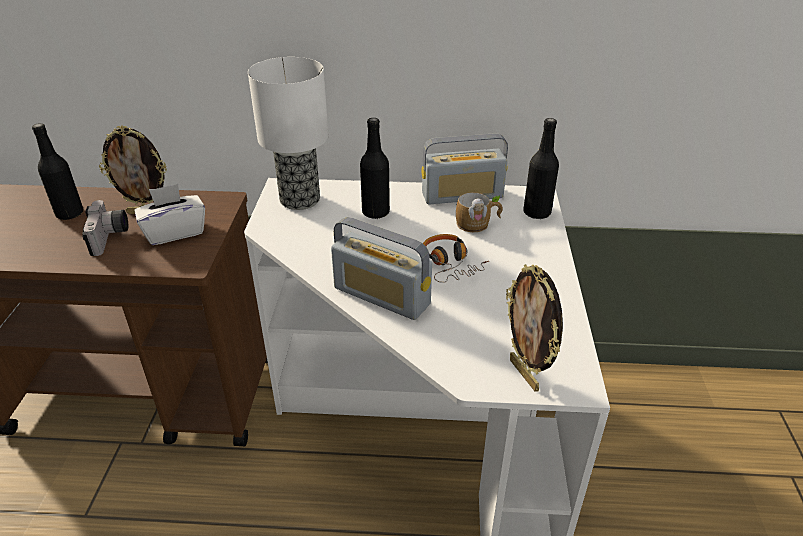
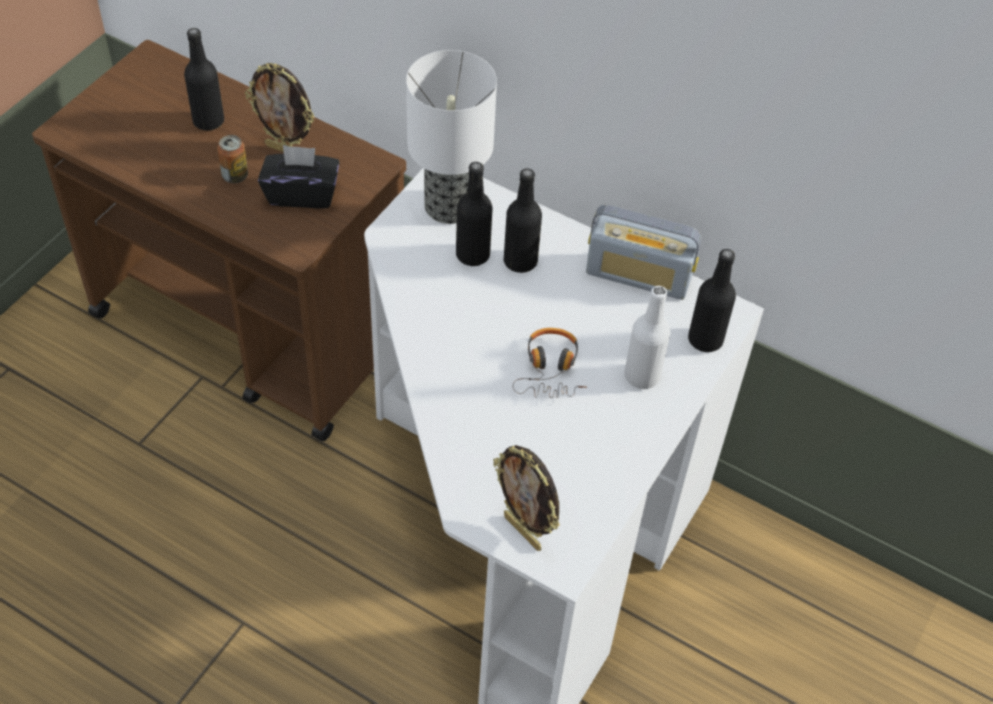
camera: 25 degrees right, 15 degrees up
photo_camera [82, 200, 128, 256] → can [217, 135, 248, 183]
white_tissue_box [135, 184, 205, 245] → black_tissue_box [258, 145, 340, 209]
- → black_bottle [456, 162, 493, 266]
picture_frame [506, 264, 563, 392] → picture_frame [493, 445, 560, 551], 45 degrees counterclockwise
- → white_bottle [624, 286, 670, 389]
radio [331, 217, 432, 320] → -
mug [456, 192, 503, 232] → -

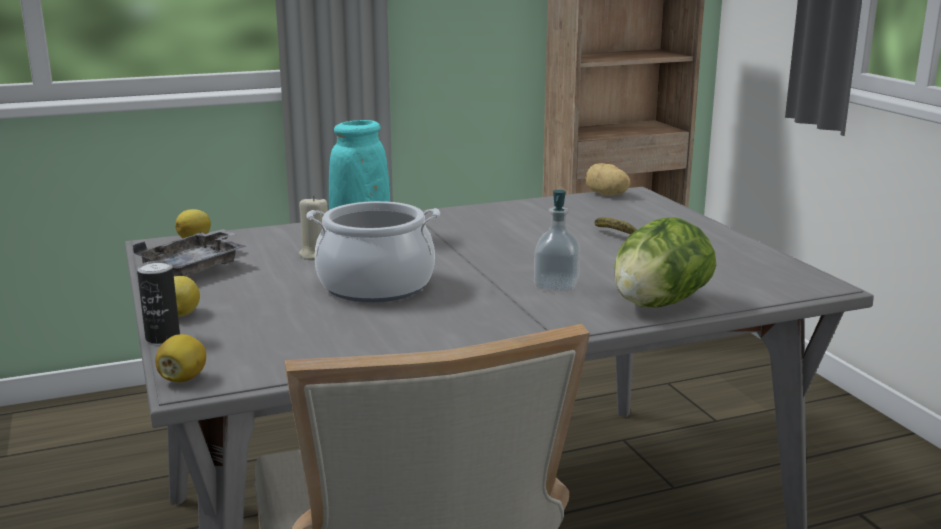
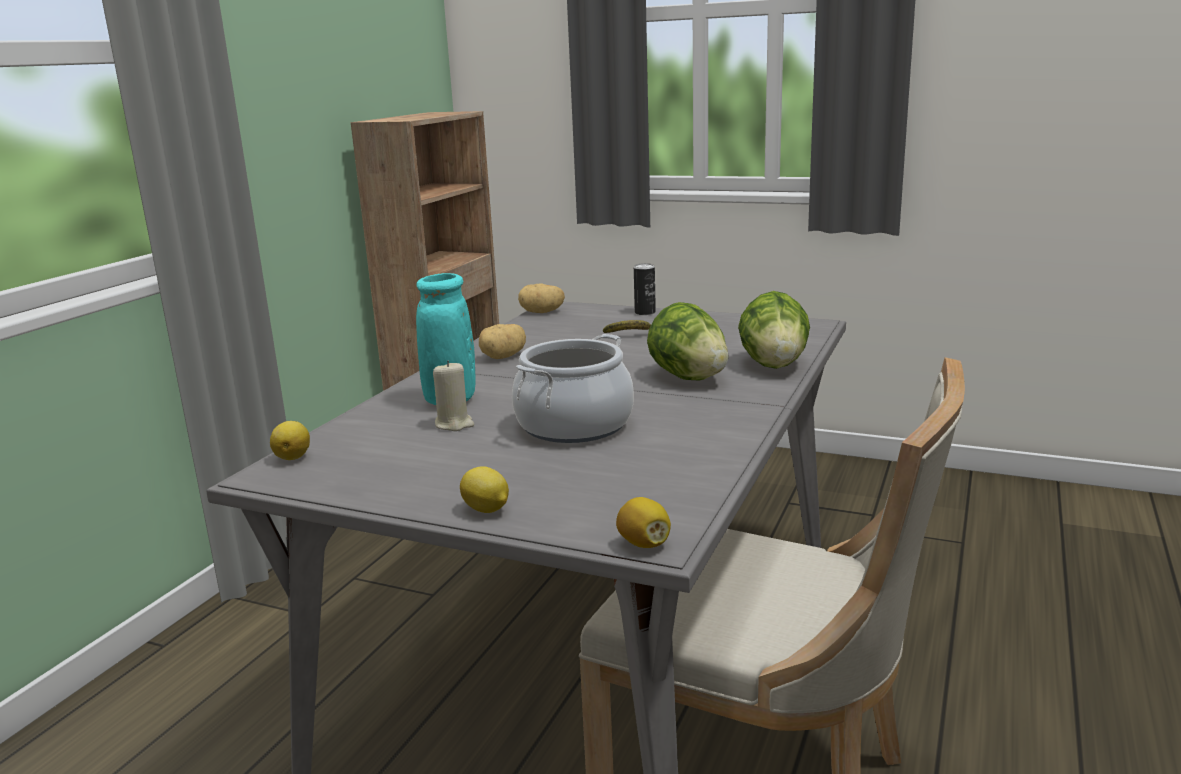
camera: 45 degrees left, 0 degrees up
- → potato [479, 324, 526, 359]
can [137, 261, 180, 344] → can [634, 263, 656, 315], move
soap_dispenser [534, 190, 580, 292] → lettuce [647, 302, 728, 380]
grey_tray [133, 229, 246, 276] → -

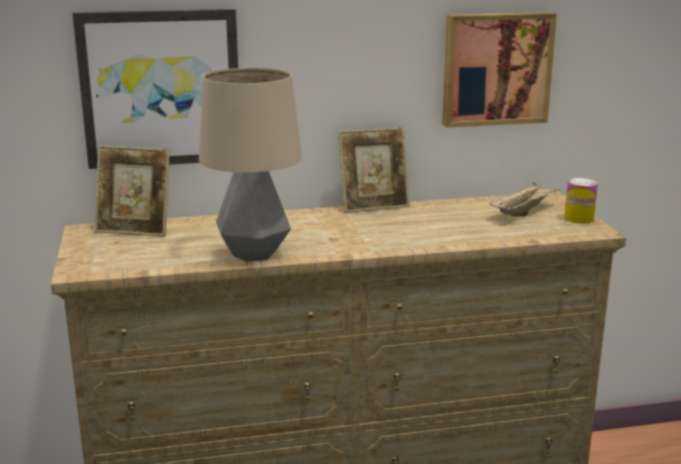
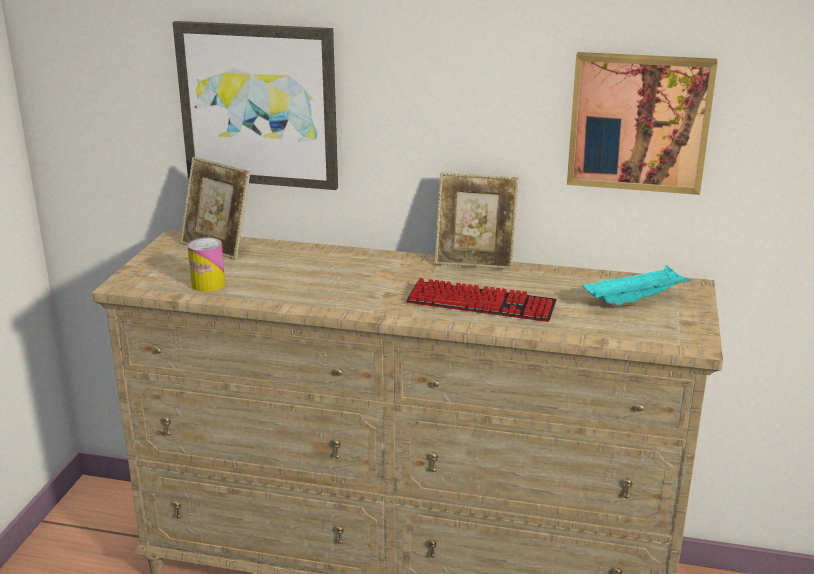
camera: 25 degrees right, 5 degrees up
can [564, 178, 598, 224] → can [187, 237, 225, 292], move
- → keyboard [406, 278, 557, 322]
beige_tray [490, 182, 560, 217] → turquoise_tray [583, 265, 692, 306]
table_lamp [199, 68, 302, 262] → -

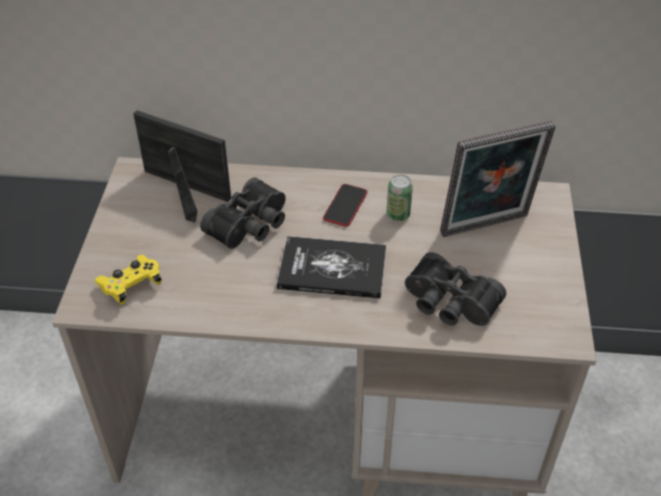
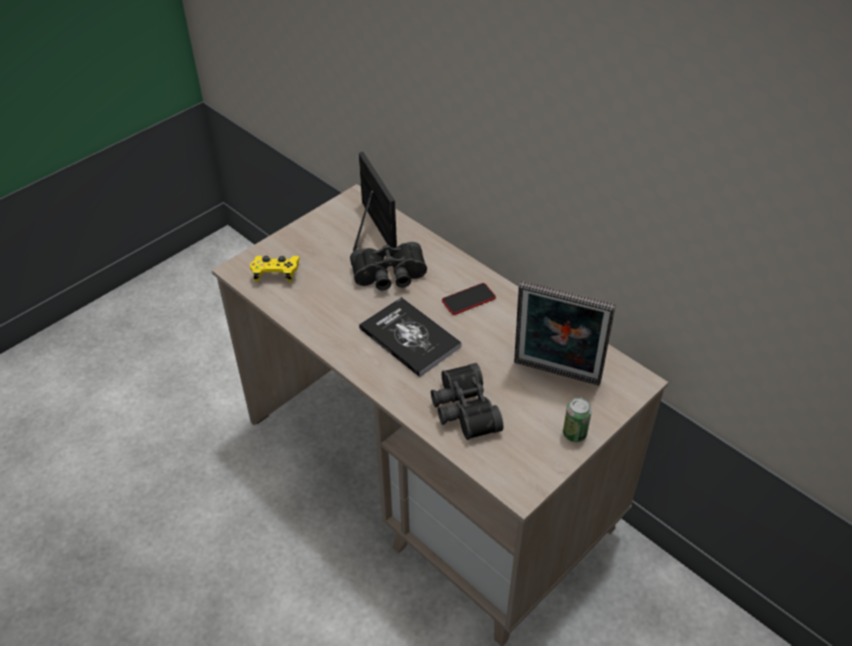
camera: 40 degrees right, 0 degrees up
can [387, 175, 413, 221] → can [563, 397, 592, 442], move

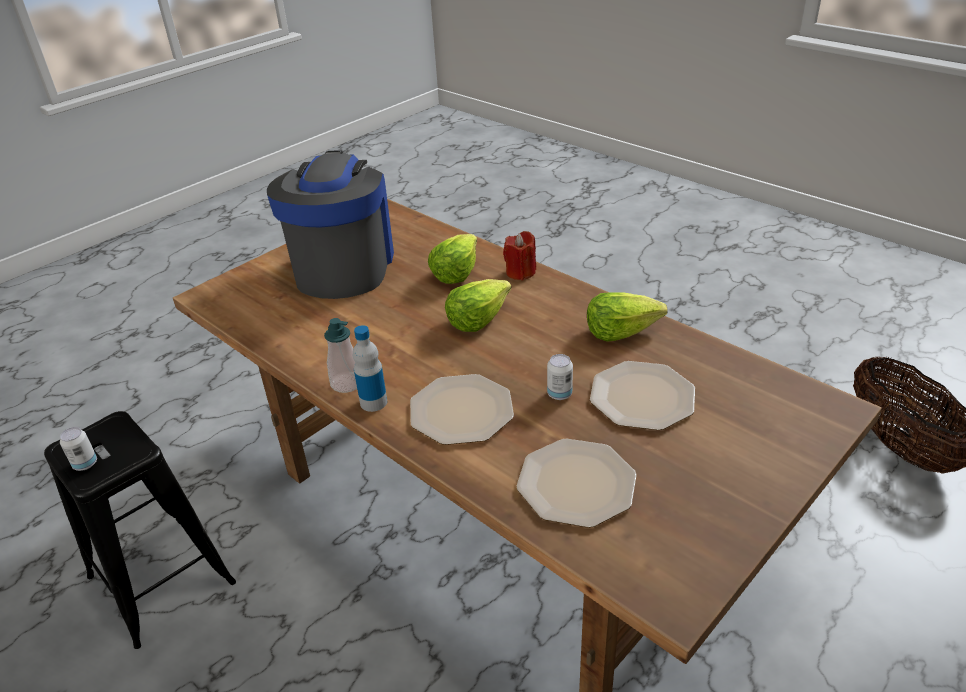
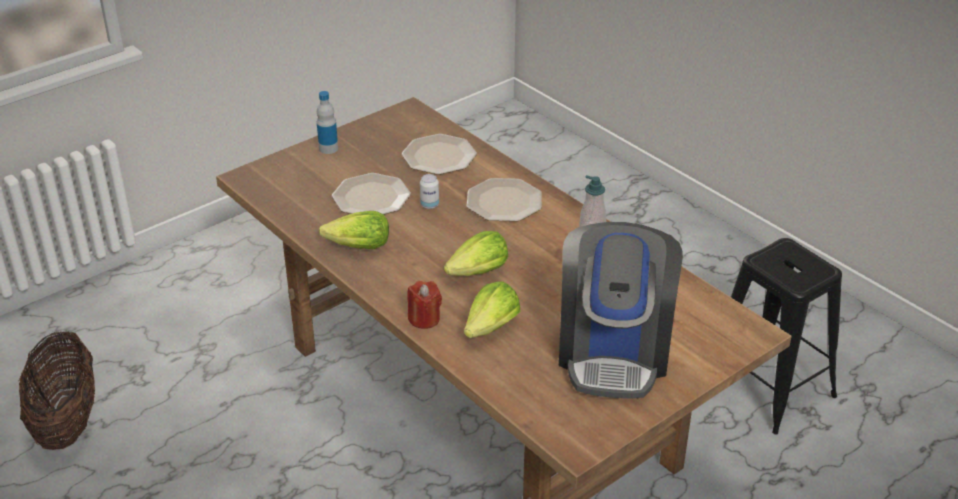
camera: 175 degrees left, 0 degrees up
bottle [353, 325, 387, 412] → bottle [317, 91, 338, 154], move
can [60, 427, 97, 471] → -

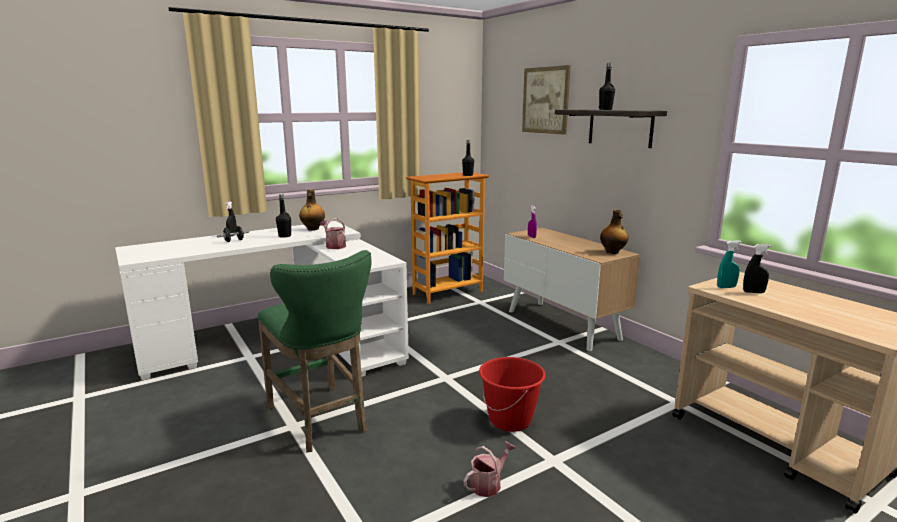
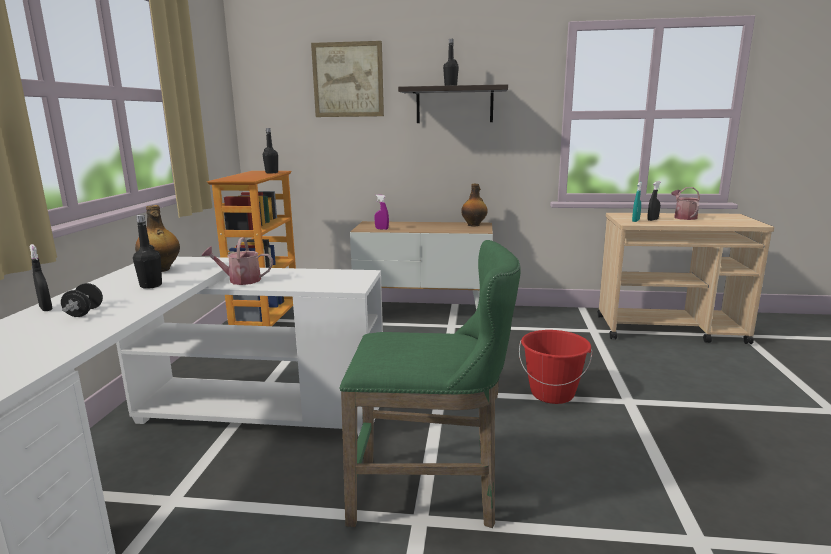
camera: 50 degrees left, 0 degrees up
watering_can [464, 441, 516, 497] → watering_can [671, 187, 700, 220], move

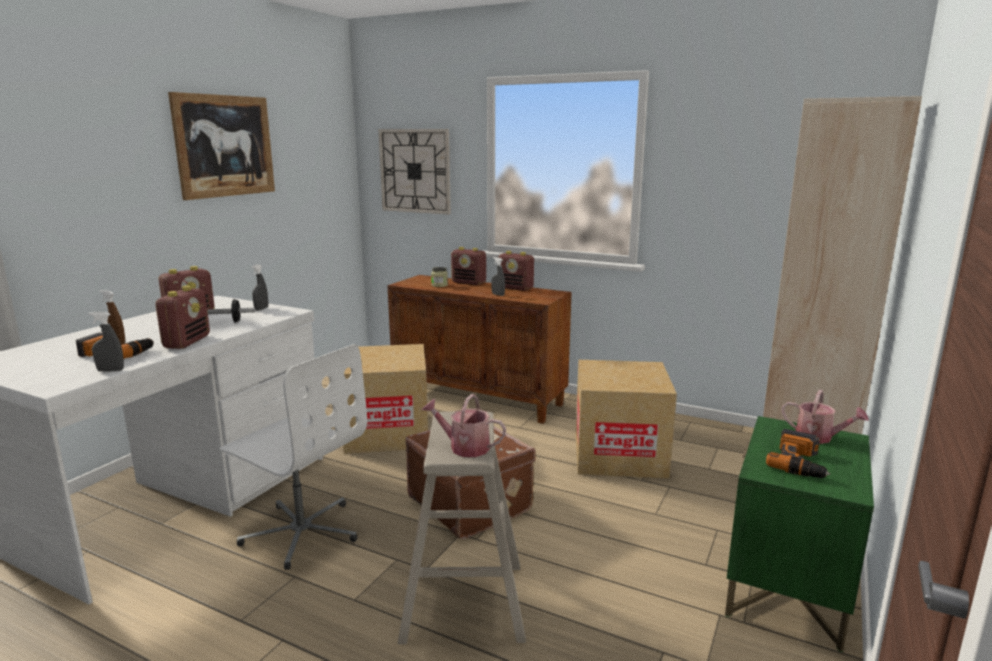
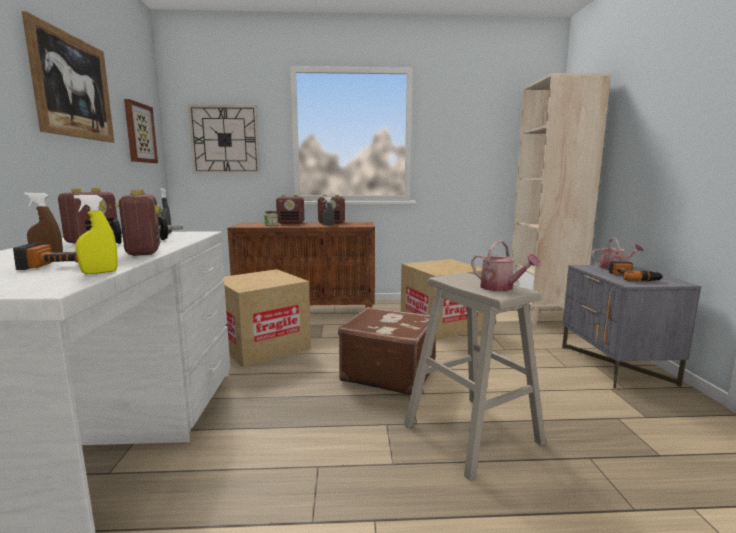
camera: 30 degrees left, 5 degrees down
grey_spray_bottle [89, 312, 124, 372] → yellow_spray_bottle [74, 195, 118, 274]
- → picture [124, 99, 158, 163]
watering_can [422, 394, 506, 457] → watering_can [471, 240, 541, 291], 120 degrees counterclockwise
green_nightstand [725, 416, 874, 652] → grey_nightstand [562, 265, 701, 389]
white_office_chair [220, 344, 367, 570] → -

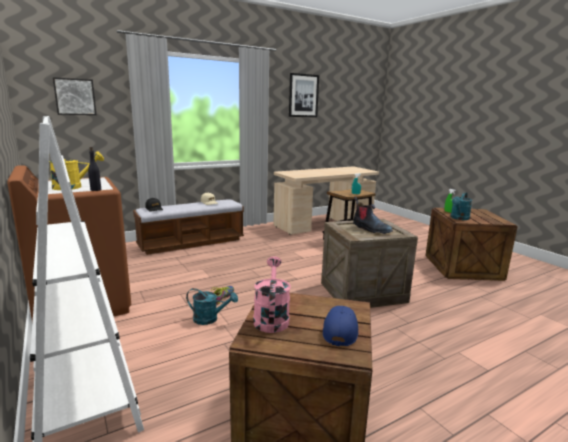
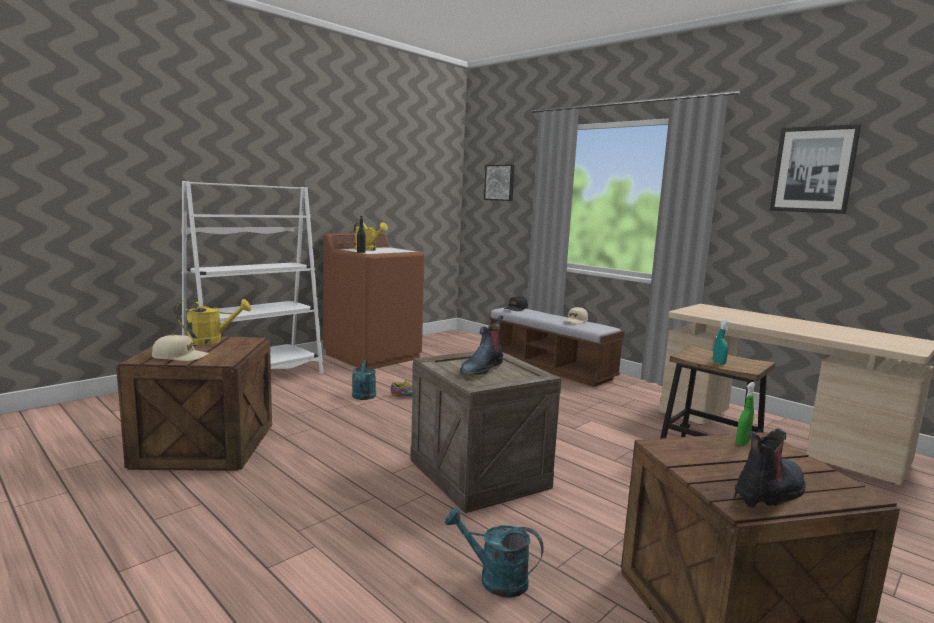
camera: 75 degrees right, 5 degrees down
blue_cap [323, 306, 358, 346] → beige_cap [152, 335, 209, 361]
pink_watering_can [253, 256, 291, 333] → yellow_watering_can [176, 299, 251, 345]
turquoise_watering_can [450, 192, 472, 220] → turquoise_watering_can [445, 508, 544, 598], move
- → boot [734, 428, 806, 508]

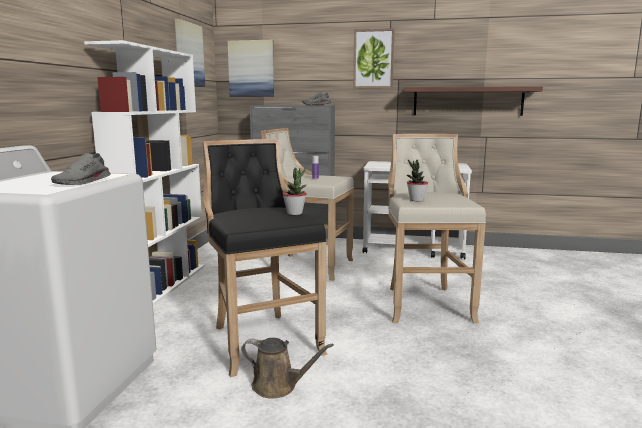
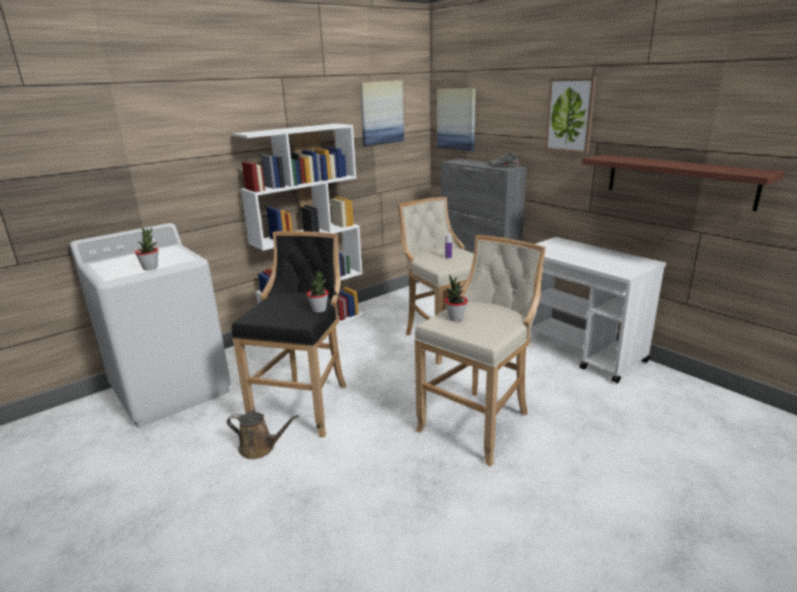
camera: 40 degrees right, 10 degrees up
grey_shoe [51, 153, 111, 185] → potted_plant [135, 228, 158, 270]
brown_watering_can [241, 338, 334, 398] → brown_watering_can [227, 411, 299, 459], 45 degrees counterclockwise

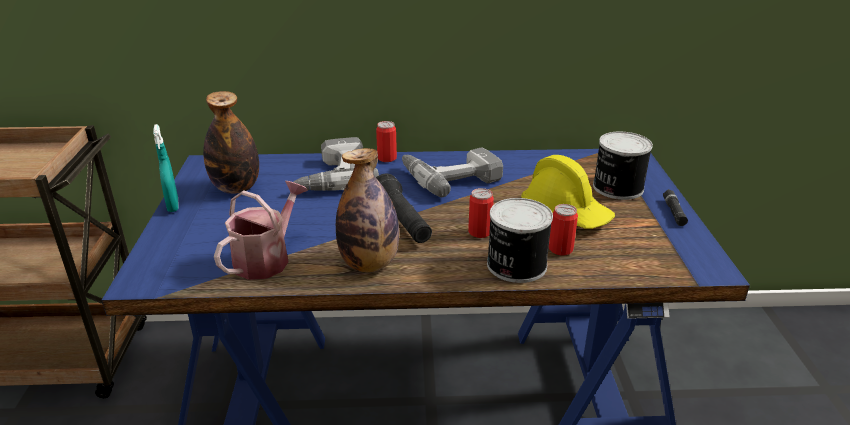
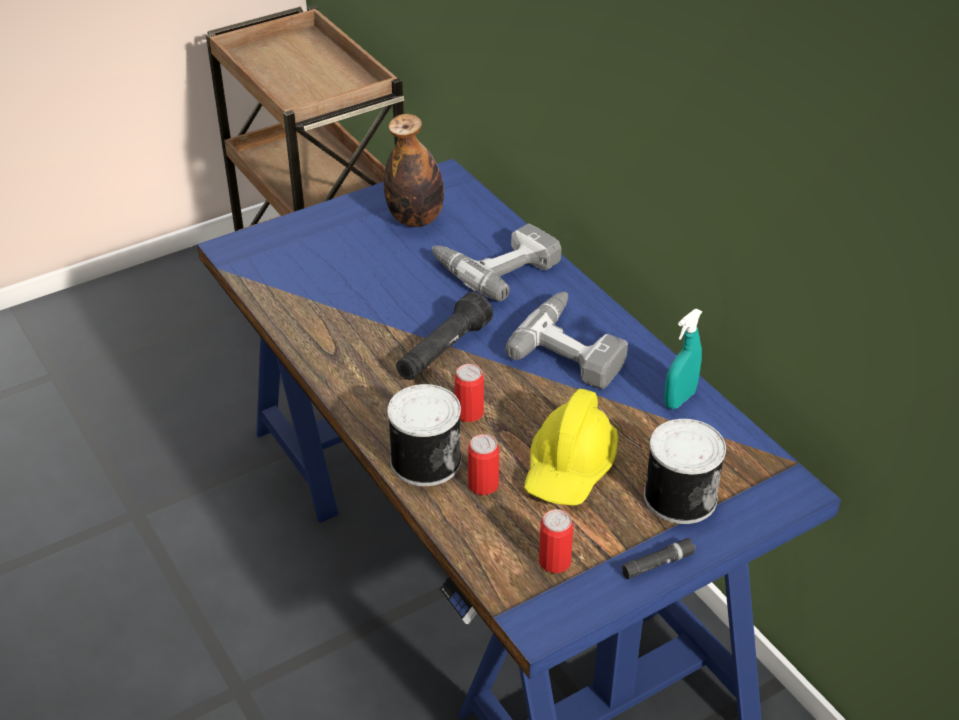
camera: 60 degrees right, 10 degrees up
can [376, 121, 397, 162] → can [539, 509, 573, 573], move
turquoise_spray_bottle [153, 124, 179, 212] → turquoise_spray_bottle [664, 309, 703, 409], move
watering_can [214, 181, 308, 280] → -
bottle [336, 148, 399, 272] → -

